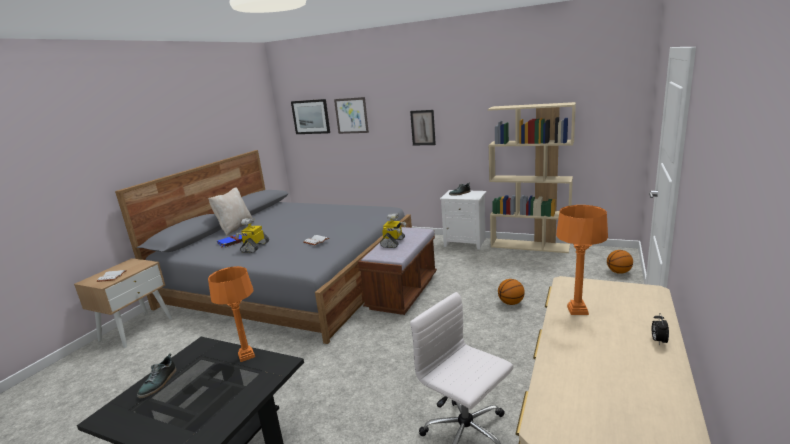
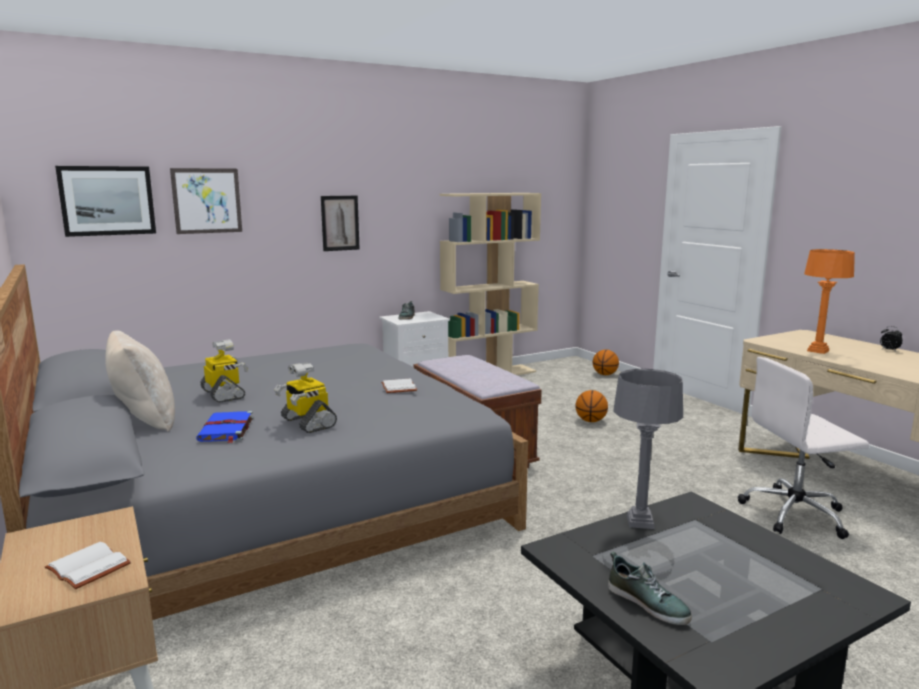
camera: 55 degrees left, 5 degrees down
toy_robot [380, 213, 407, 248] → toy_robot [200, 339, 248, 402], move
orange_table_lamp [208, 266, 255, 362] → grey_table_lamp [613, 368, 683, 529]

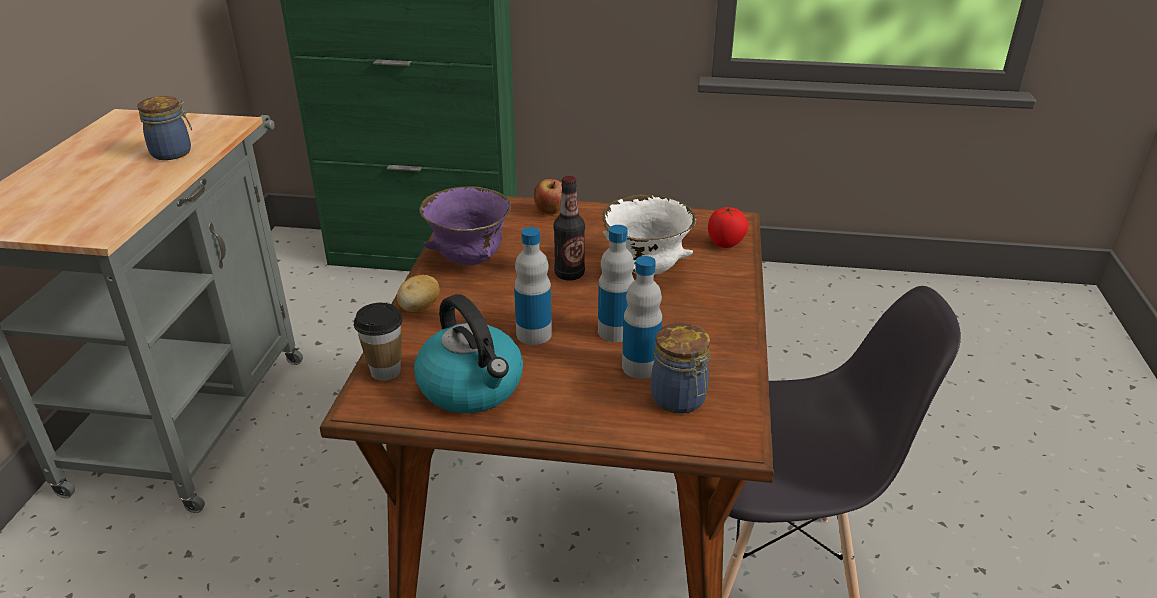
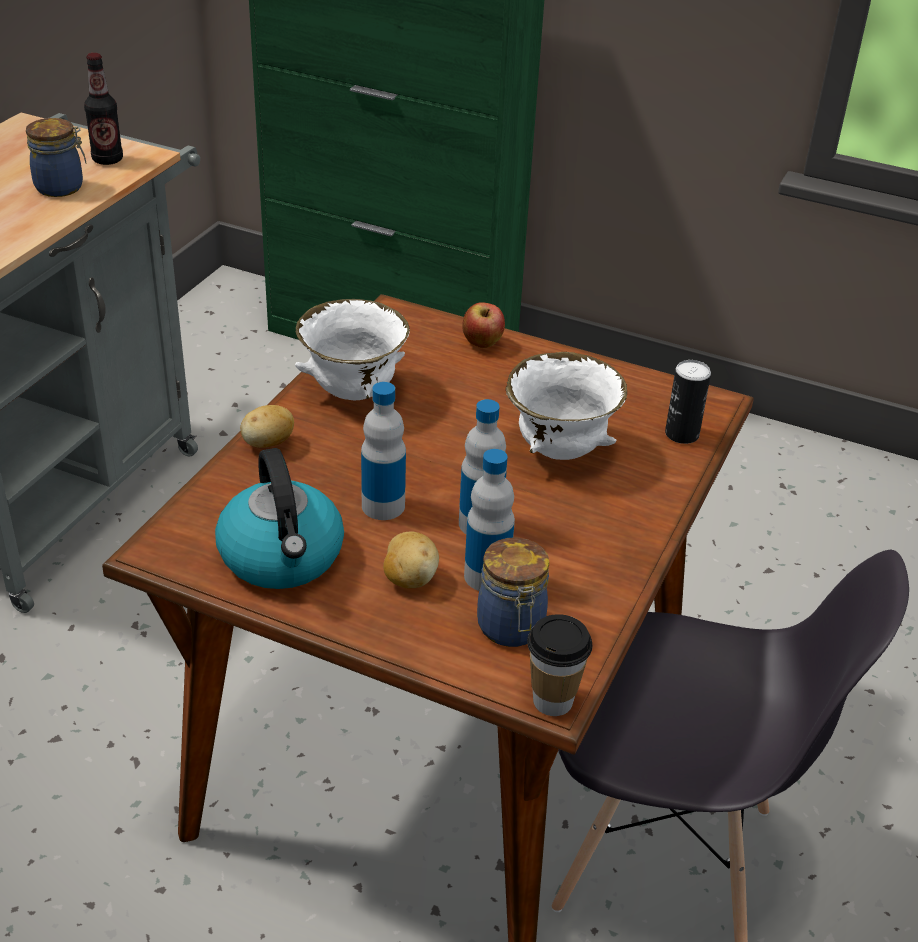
camera: 15 degrees right, 5 degrees up
bottle [553, 176, 585, 280] → bottle [84, 53, 123, 165], move
purple_bowl [419, 186, 511, 265] → white_bowl [295, 299, 409, 400]
- → potato [383, 532, 439, 589]
cup [354, 303, 403, 381] → cup [527, 614, 593, 716], move
tomato [708, 207, 748, 248] → can [665, 360, 711, 444]

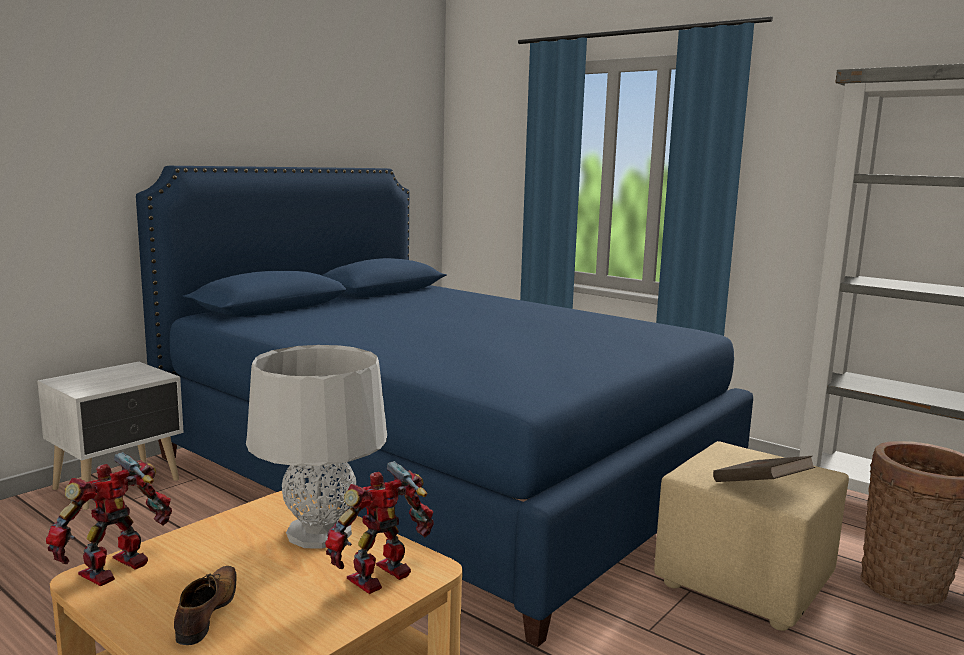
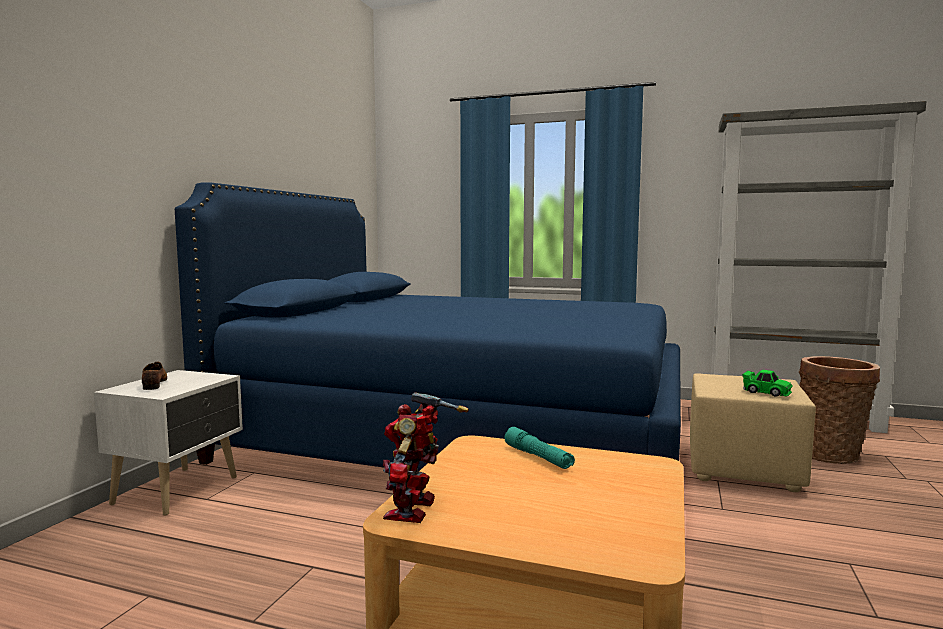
camera: 20 degrees left, 5 degrees down
shoe [174, 566, 237, 645] → shoe [142, 361, 167, 390], move
grey_table_lamp [246, 345, 387, 549] → turquoise_flashlight [504, 427, 575, 469]
brown_book [713, 456, 815, 482] → green_toy_car [742, 370, 793, 397]
toy_robot [325, 461, 434, 594] → -

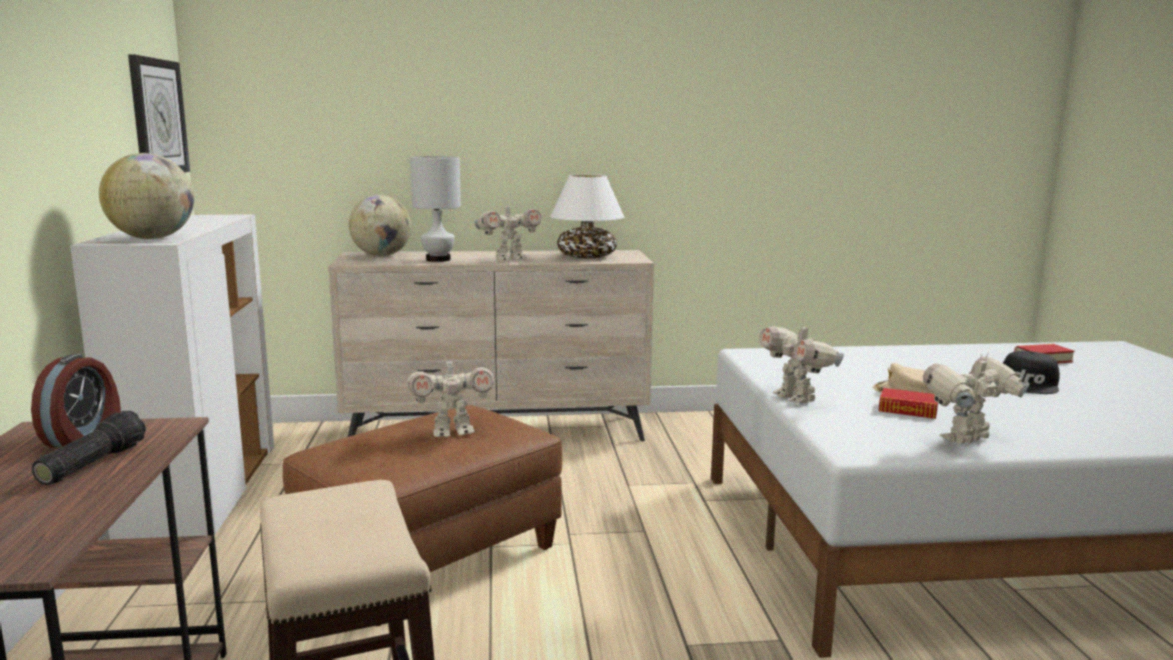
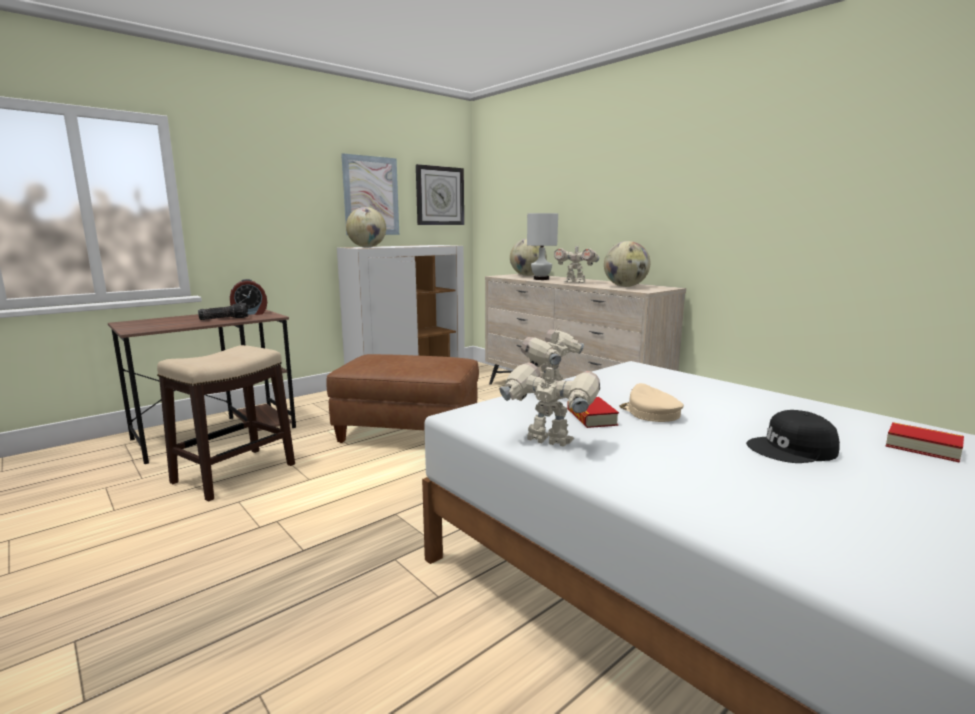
camera: 55 degrees right, 0 degrees up
- → picture [341, 153, 399, 235]
white_table_lamp [550, 174, 624, 258] → globe [604, 241, 650, 287]
toy_robot [407, 354, 495, 437] → -

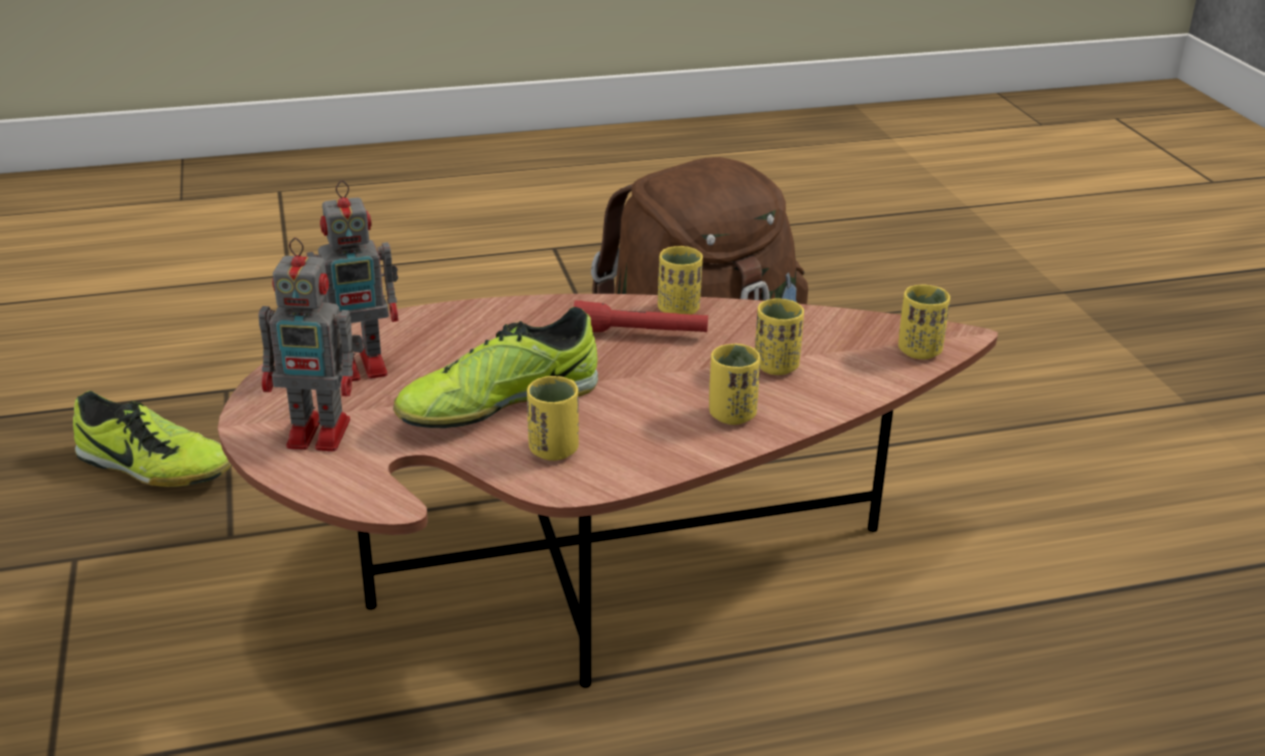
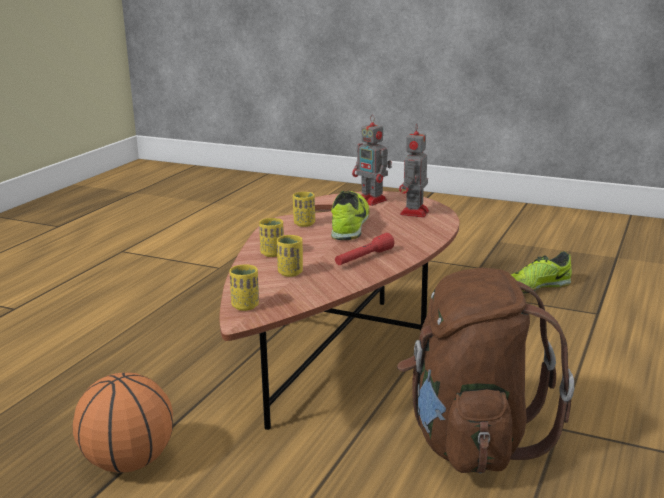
camera: 130 degrees right, 10 degrees down
- → basketball [72, 372, 173, 473]
toy_robot [259, 238, 364, 451] → toy_robot [352, 115, 392, 206], 90 degrees counterclockwise
yellow_cup [658, 246, 703, 315] → -

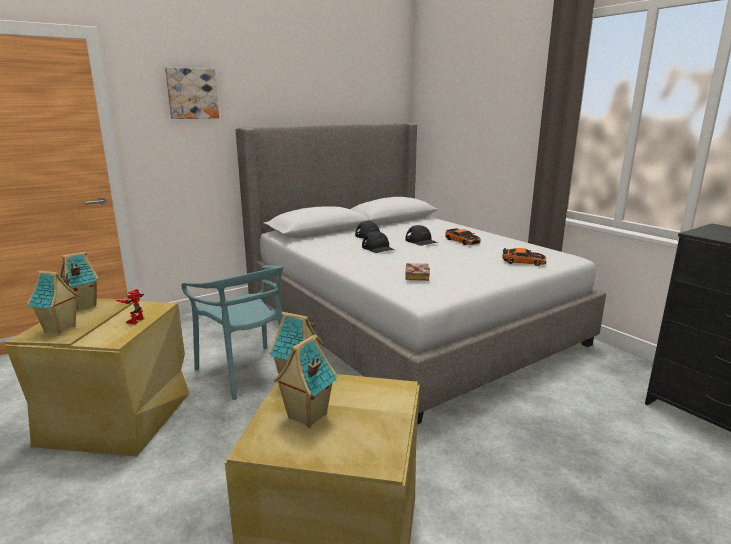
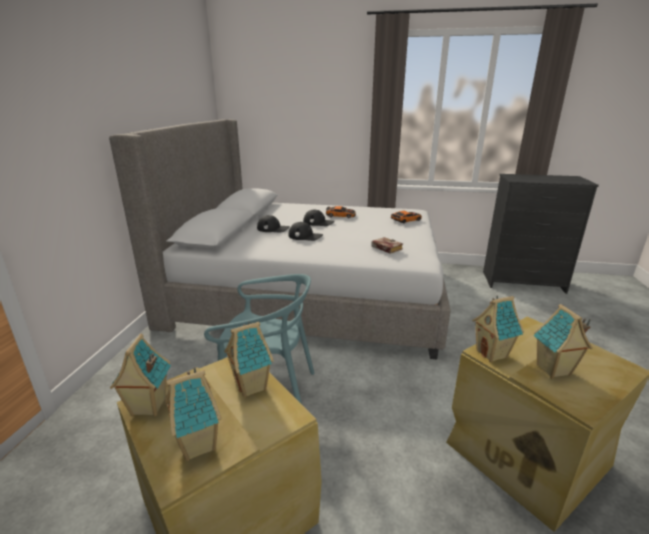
camera: 45 degrees left, 5 degrees up
toy_robot [116, 289, 145, 324] → toy_house [224, 321, 274, 398]
picture [165, 67, 219, 119] → -

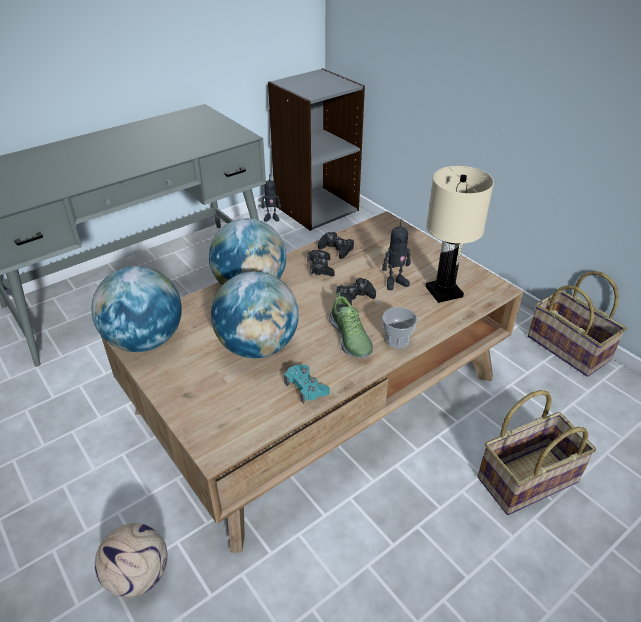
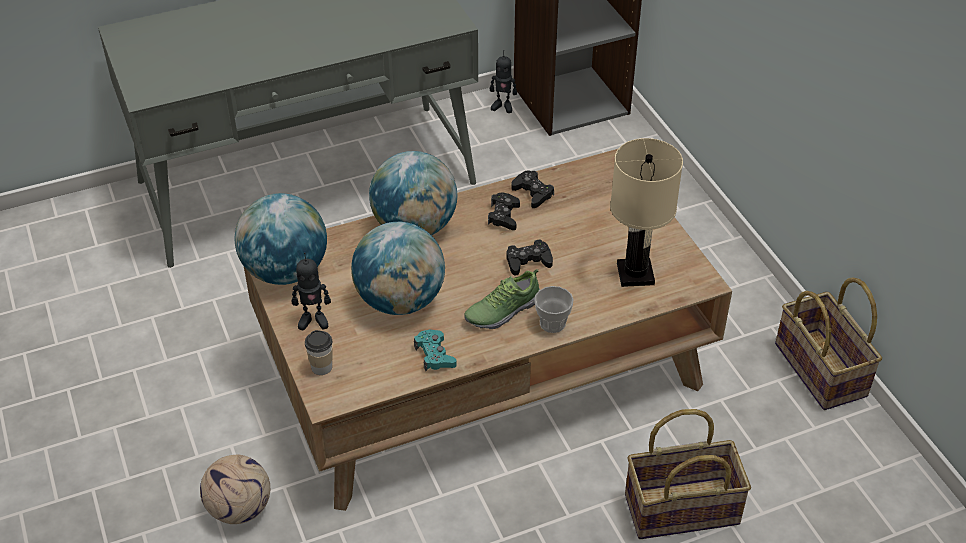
camera: 15 degrees right, 5 degrees up
toy_robot [382, 219, 411, 290] → toy_robot [292, 252, 331, 330], move
- → cup [305, 330, 333, 375]
shoe [329, 292, 373, 358] → shoe [464, 269, 540, 329], 60 degrees clockwise

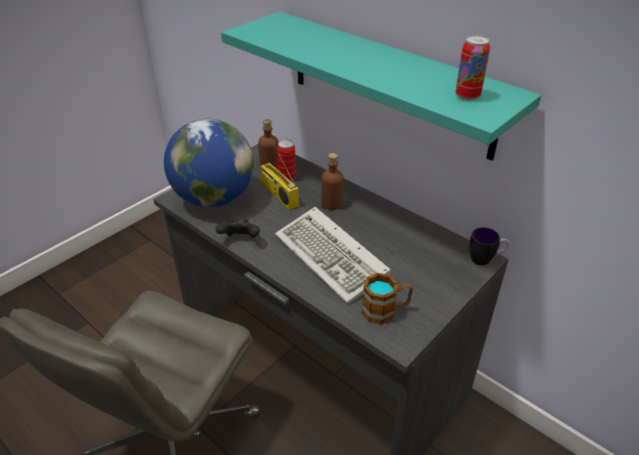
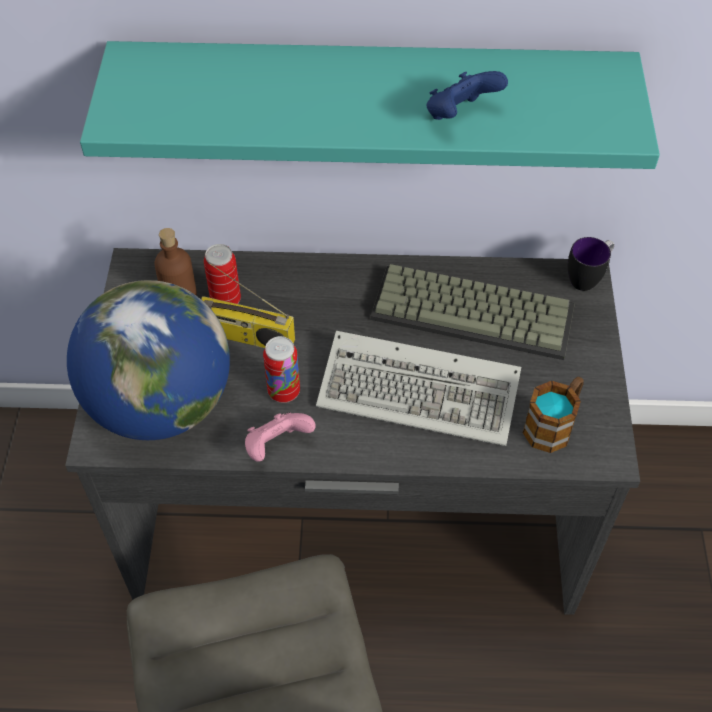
camera: 40 degrees left, 15 degrees up
black_game_controller [215, 220, 260, 238] → pink_game_controller [245, 413, 316, 462]
can [456, 35, 490, 100] → can [263, 336, 300, 403], move
- → keyboard [370, 264, 575, 360]
- → blue_game_controller [427, 71, 508, 120]
brown_bottle [321, 153, 343, 210] → -

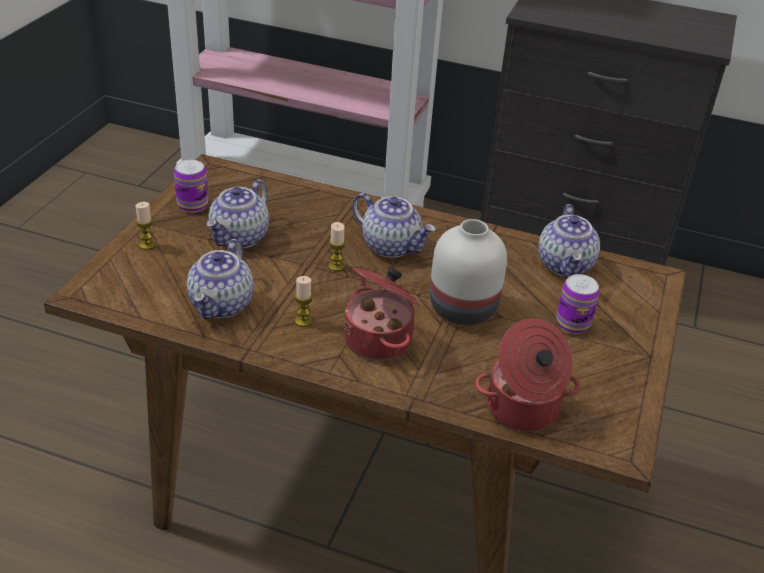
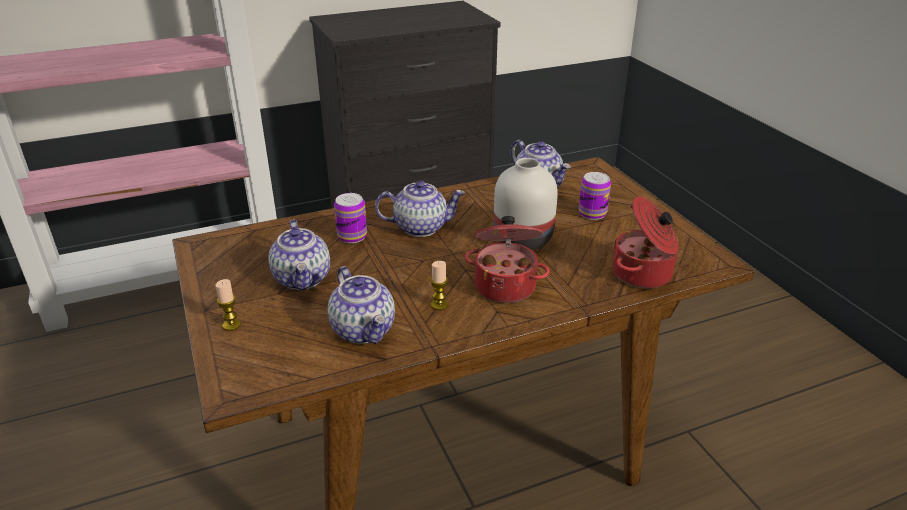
camera: 40 degrees left, 5 degrees down
can [174, 160, 209, 212] → can [334, 193, 367, 243], move
candle [328, 222, 346, 271] → -

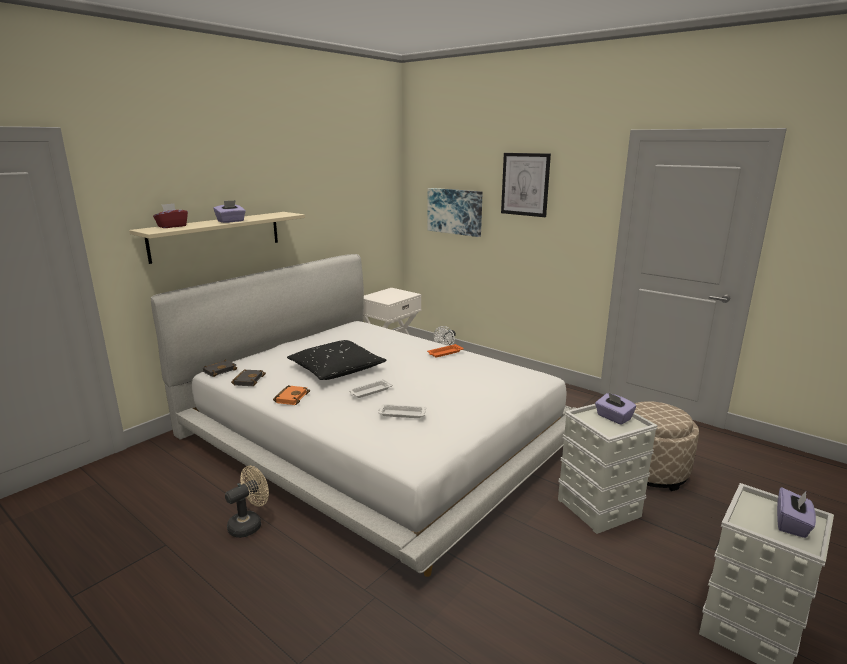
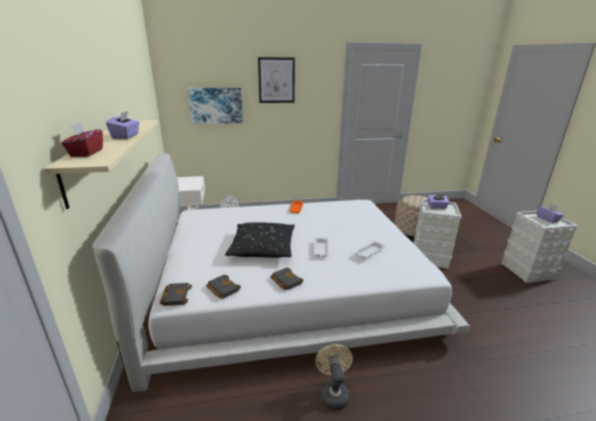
camera: 50 degrees left, 5 degrees up
orange_book [273, 385, 310, 405] → black_book [270, 268, 304, 290]

